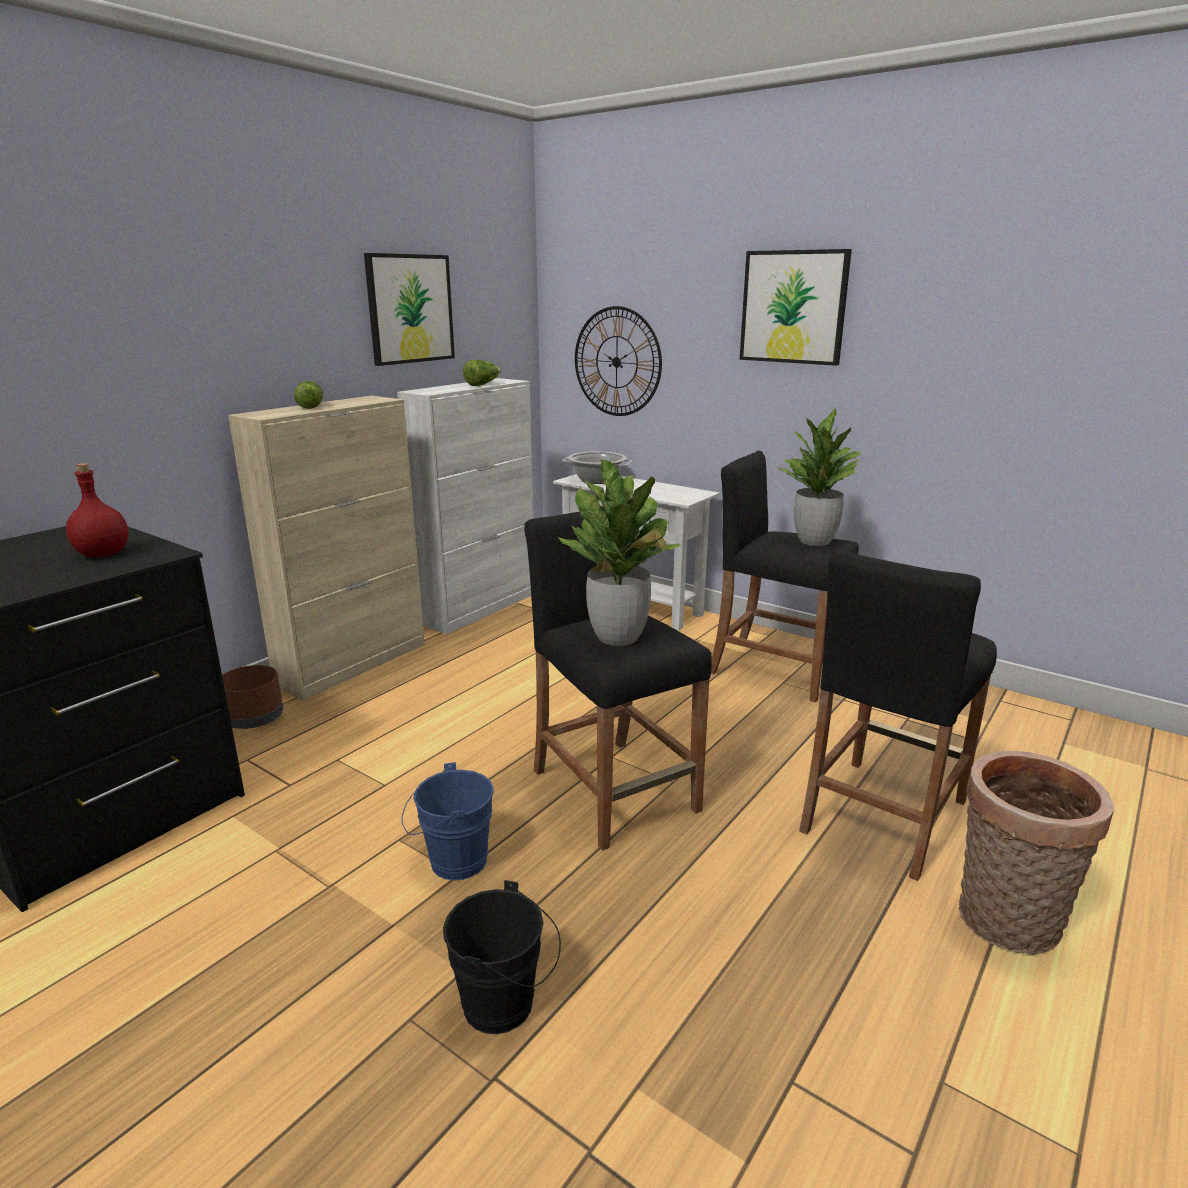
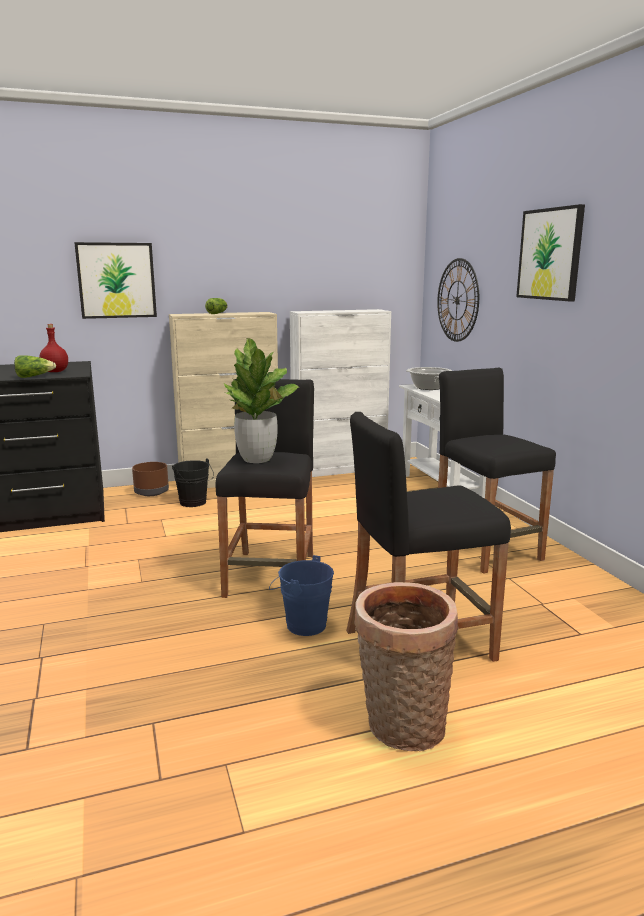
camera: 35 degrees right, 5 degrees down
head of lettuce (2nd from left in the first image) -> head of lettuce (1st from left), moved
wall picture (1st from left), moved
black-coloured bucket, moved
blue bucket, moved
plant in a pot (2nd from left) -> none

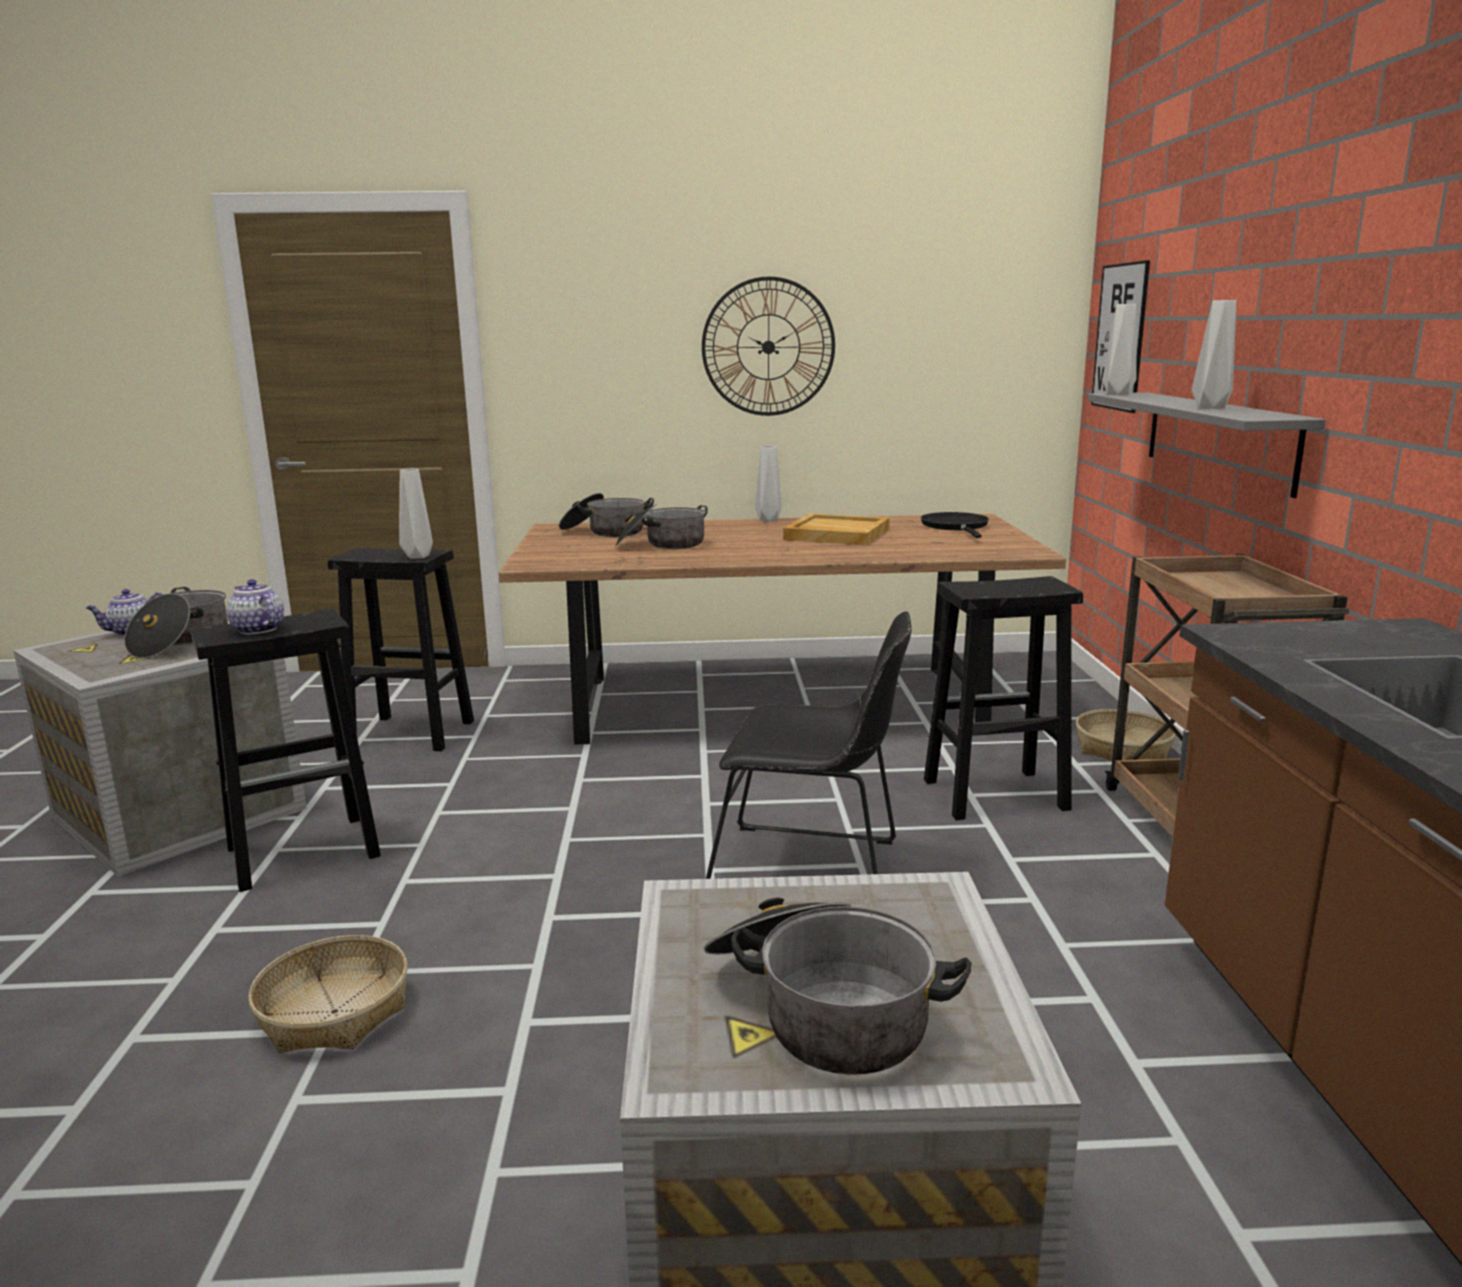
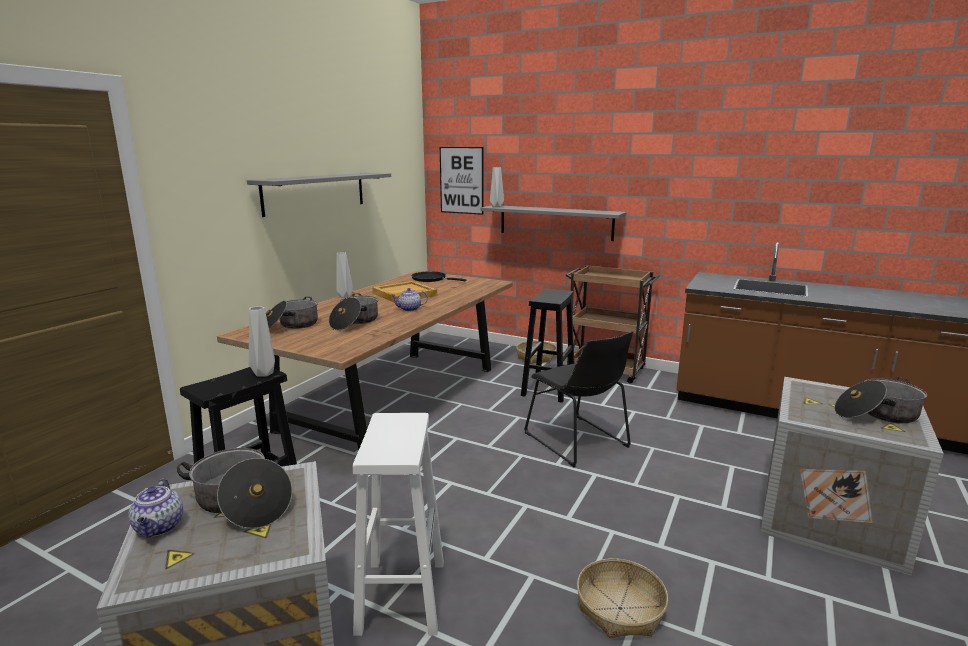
camera: 60 degrees left, 0 degrees up
hanging clock -> greyish wall shelf (1st from left)
black-coloured stool seat (1st from left) -> whitish stool seat
pot for tea (2nd from left), moved
black-coloured plain chair, 105 degrees clockwise
greyish vase (4th from left) -> none

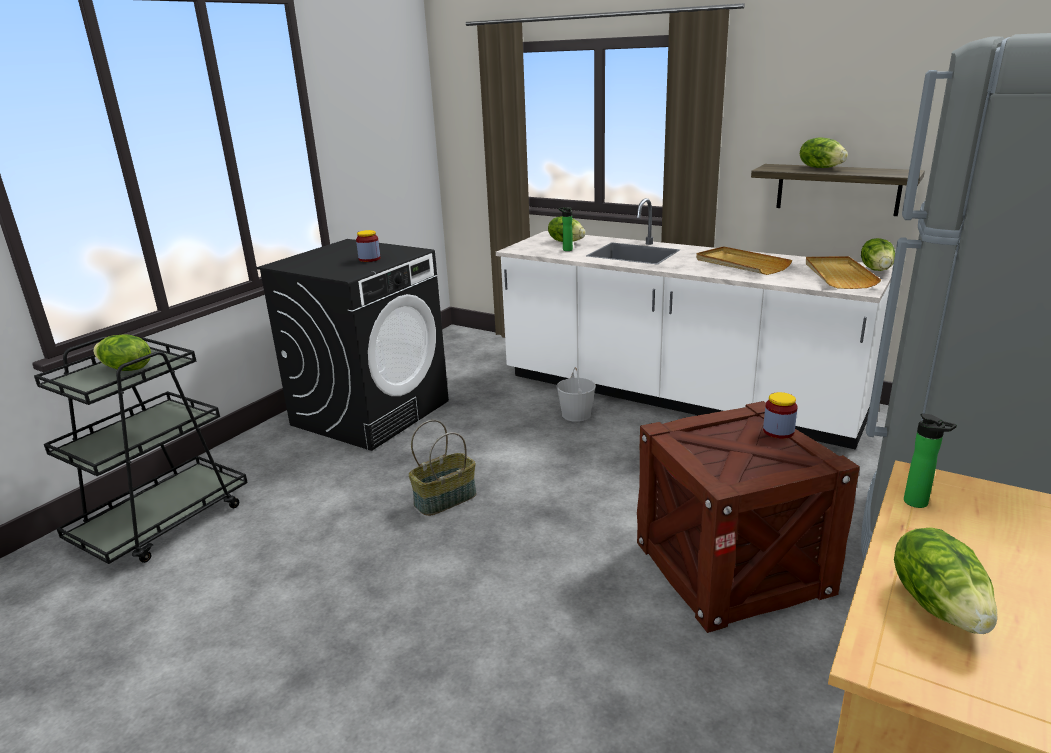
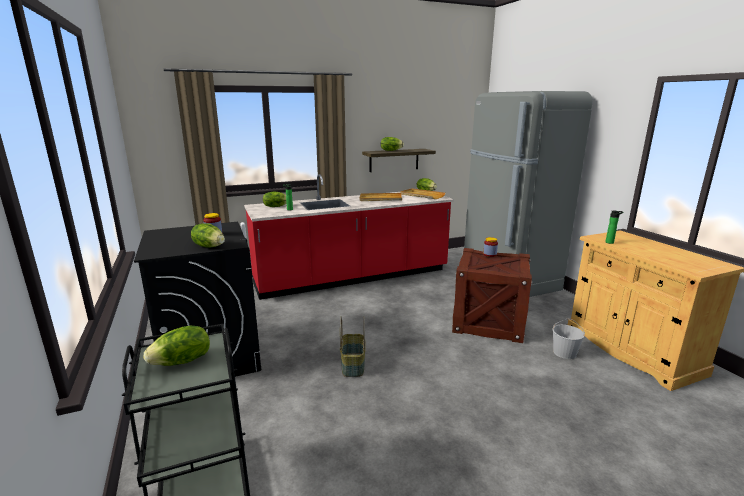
camera: 55 degrees left, 5 degrees down
head of lettuce (5th from left in the first image) -> head of lettuce (2nd from left), moved
whitish kitchen base unit -> red kitchen base unit
whitish bucket, moved

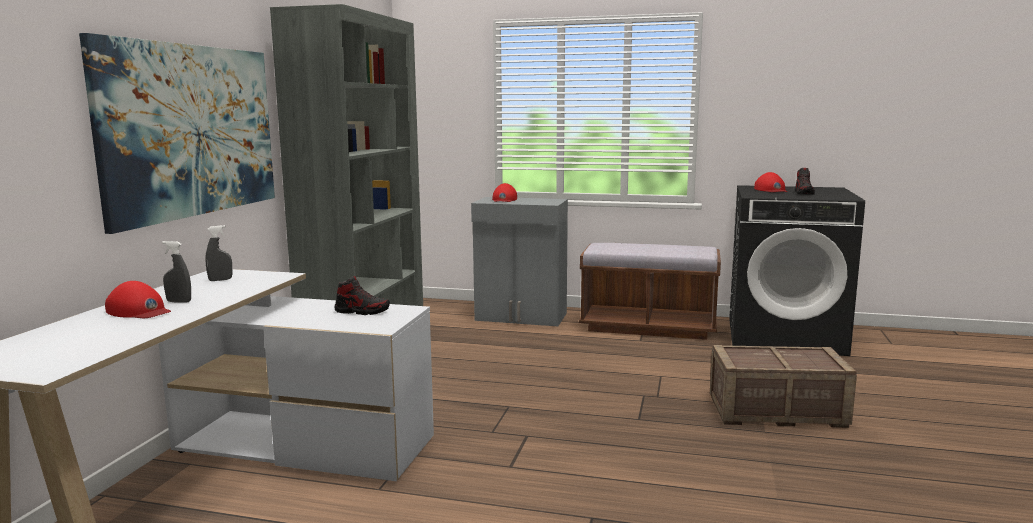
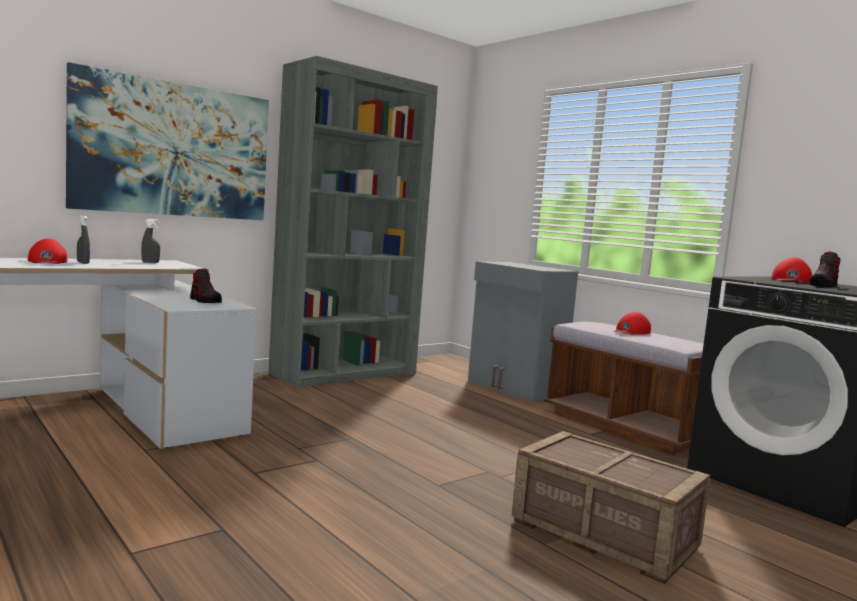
camera: 35 degrees right, 5 degrees down
red baseball cap (2nd from left), moved

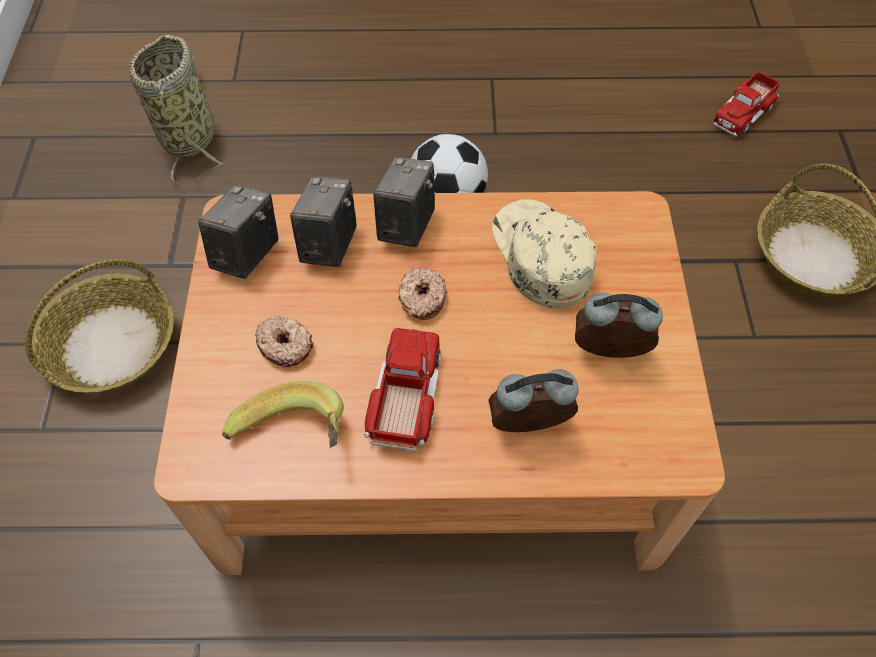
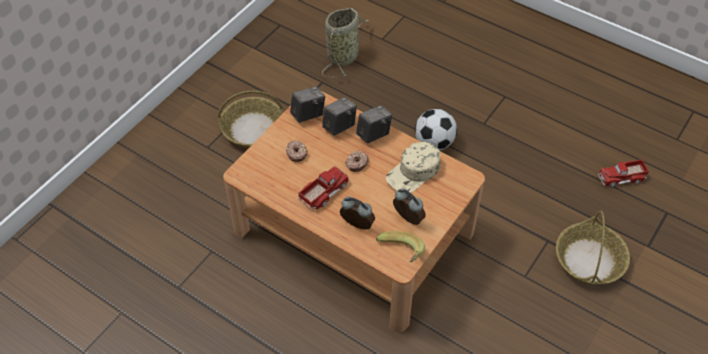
camera: 35 degrees right, 5 degrees down
whole banana, moved
beige-coloured baseball cap, 150 degrees counterclockwise

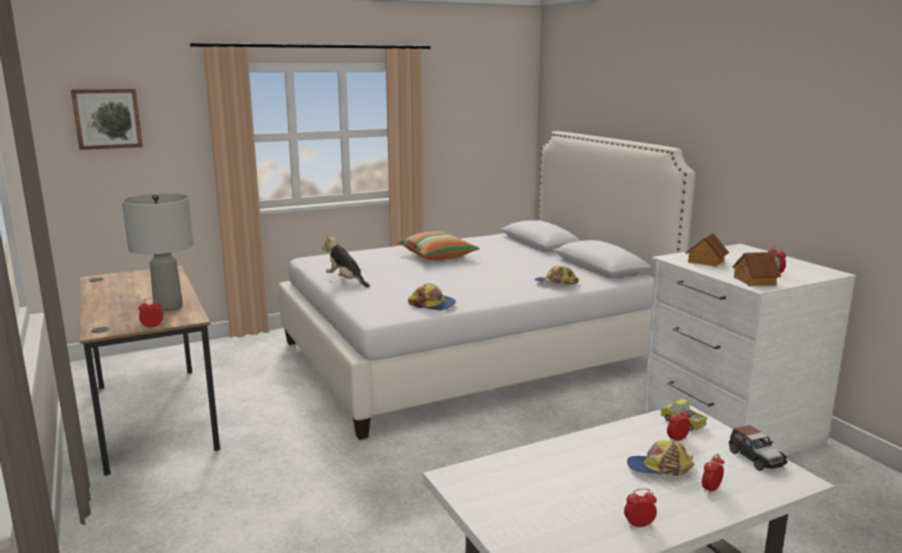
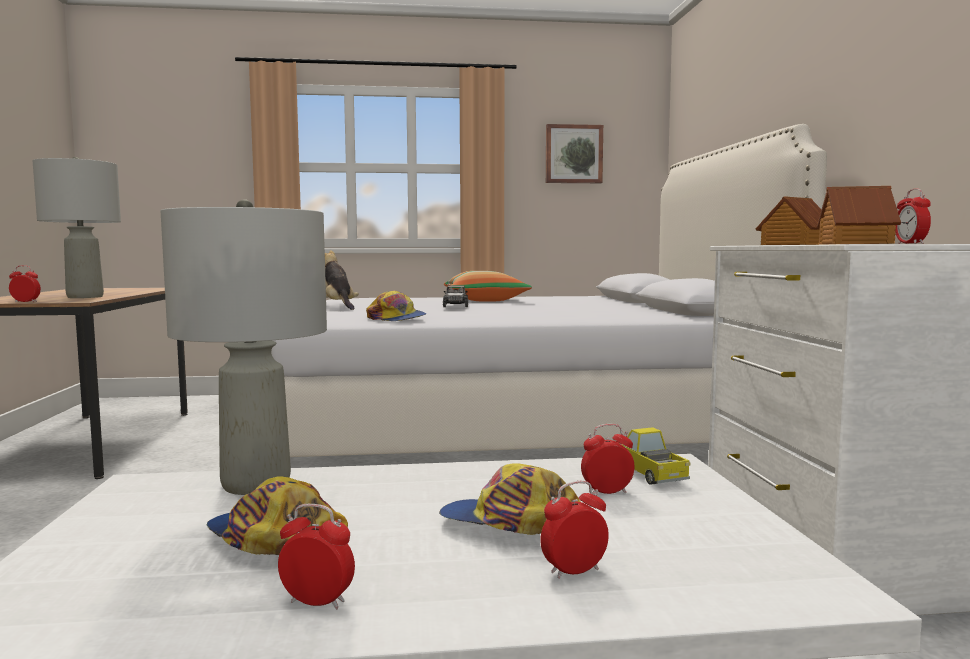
camera: 20 degrees right, 10 degrees down
none -> greyish lamp for a table (2nd from left)
baseball cap (2nd from left in the first image) -> baseball cap (1st from left), moved
toy car, moved
wall picture, moved

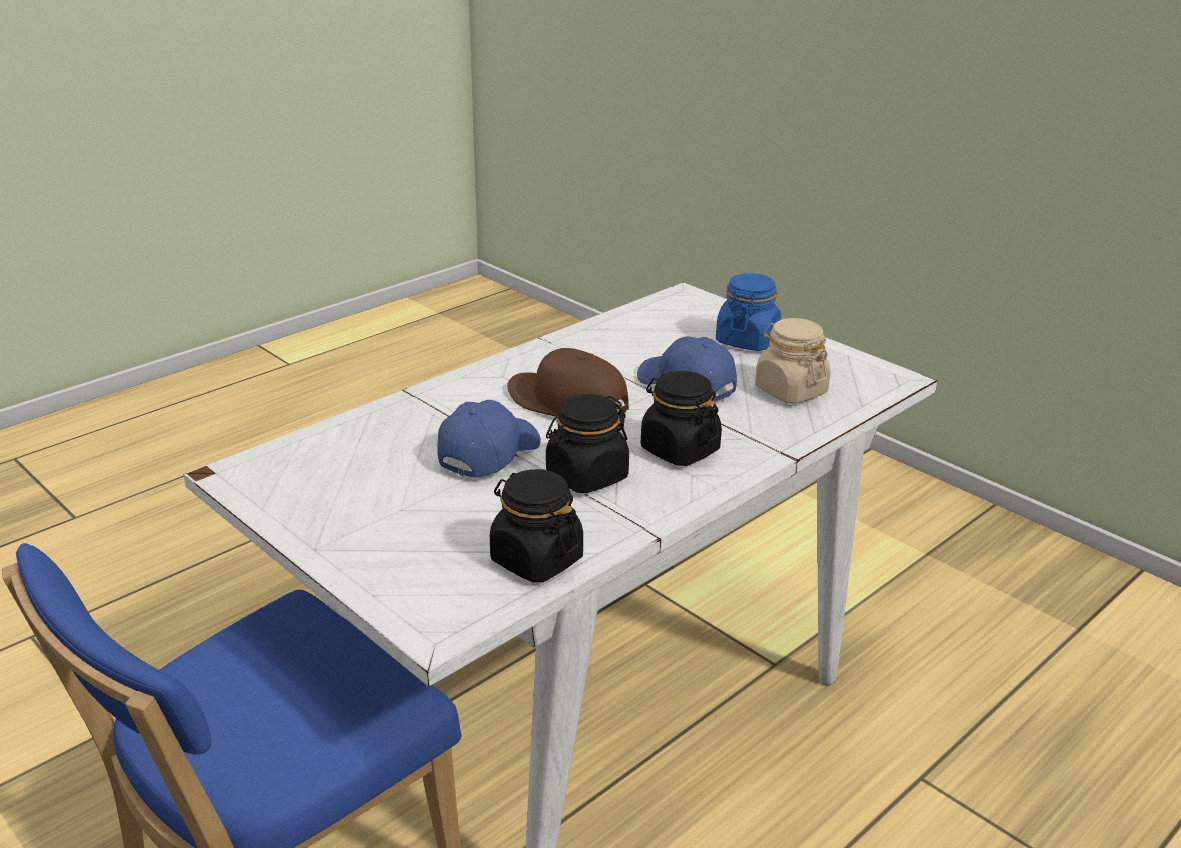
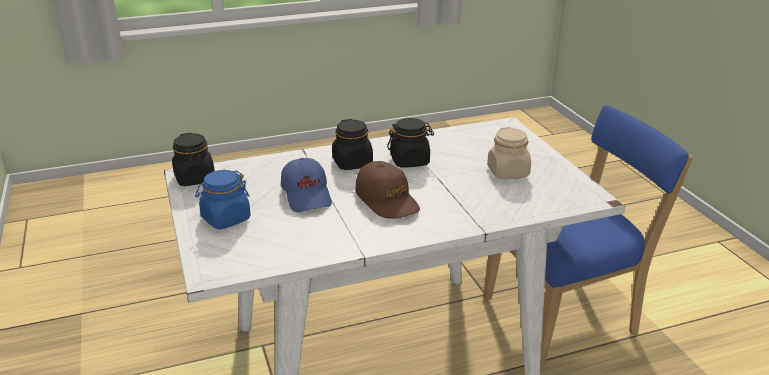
camera: 155 degrees left, 0 degrees up
black-coloured preserve jar (1st from left), moved
beige-coloured preserve jar, moved
blue baseball cap (1st from left) -> none

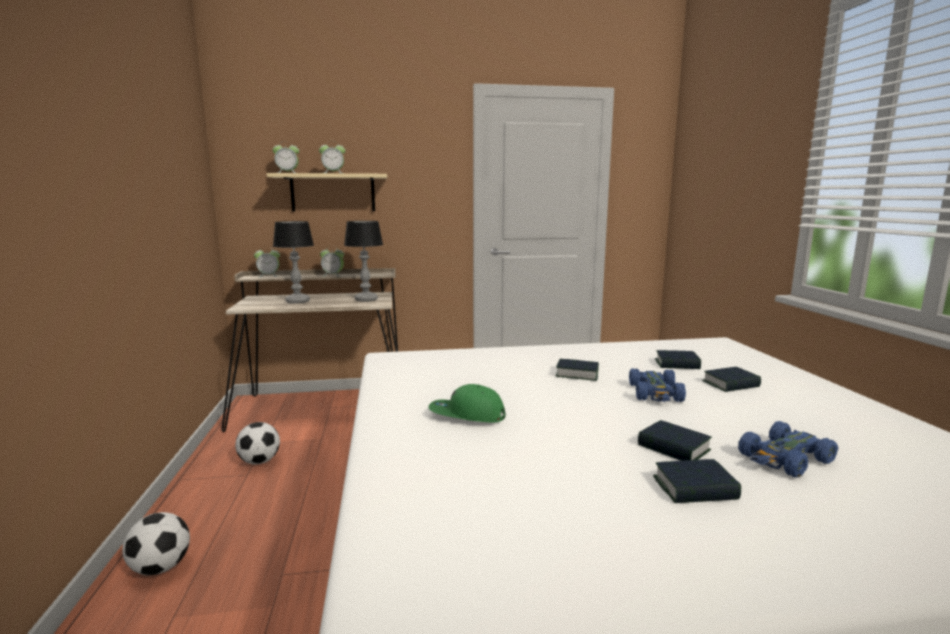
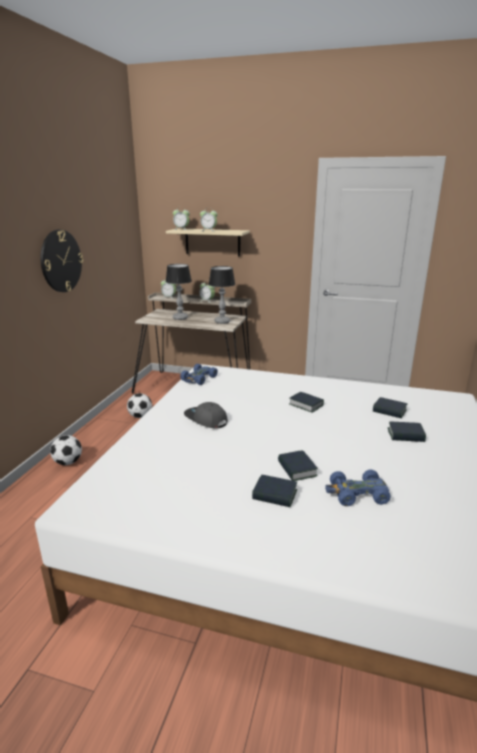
camera: 25 degrees right, 10 degrees up
none -> hanging clock
blue toy car (1st from left), moved
greenish baseball cap -> greyish baseball cap

